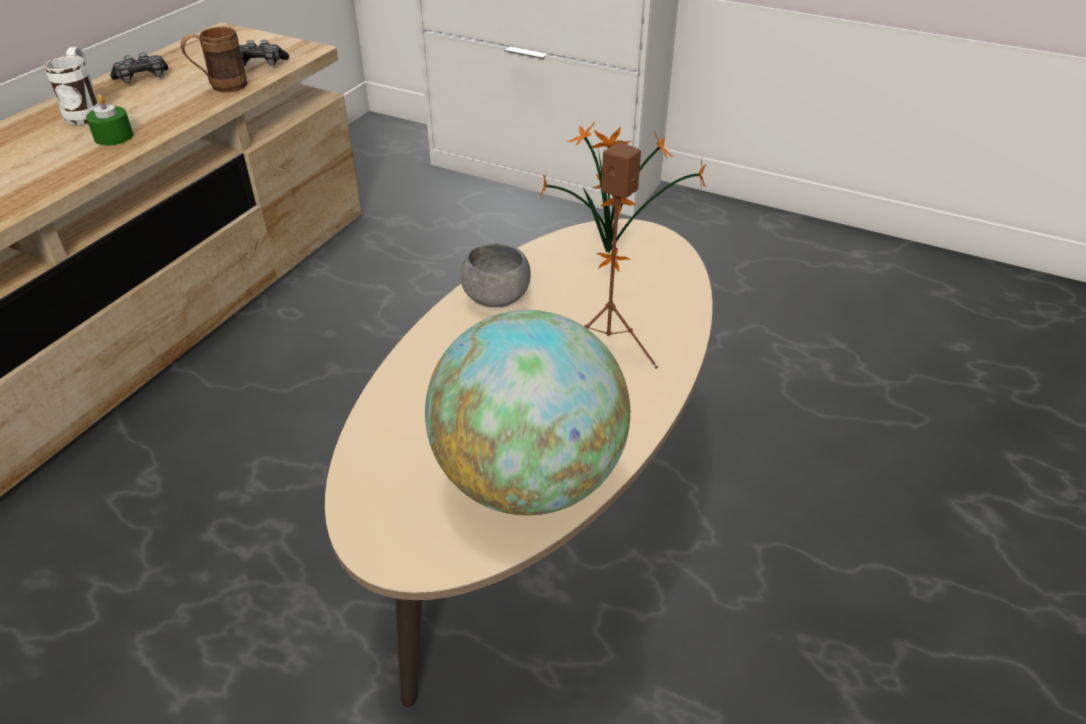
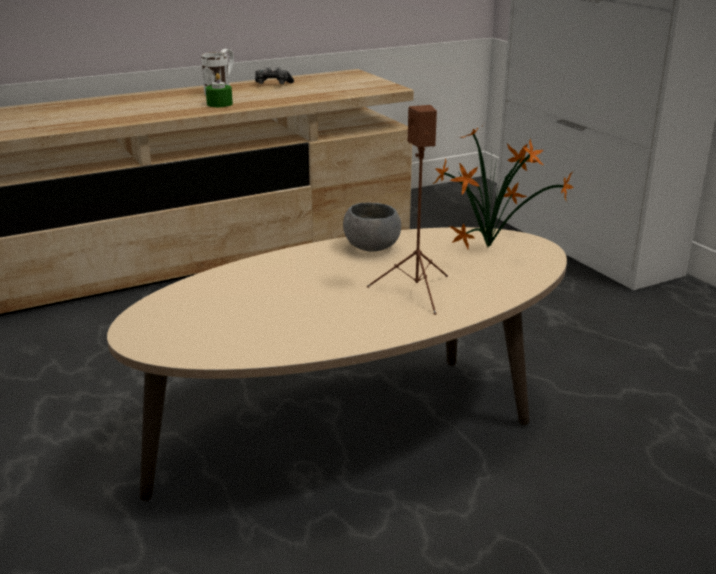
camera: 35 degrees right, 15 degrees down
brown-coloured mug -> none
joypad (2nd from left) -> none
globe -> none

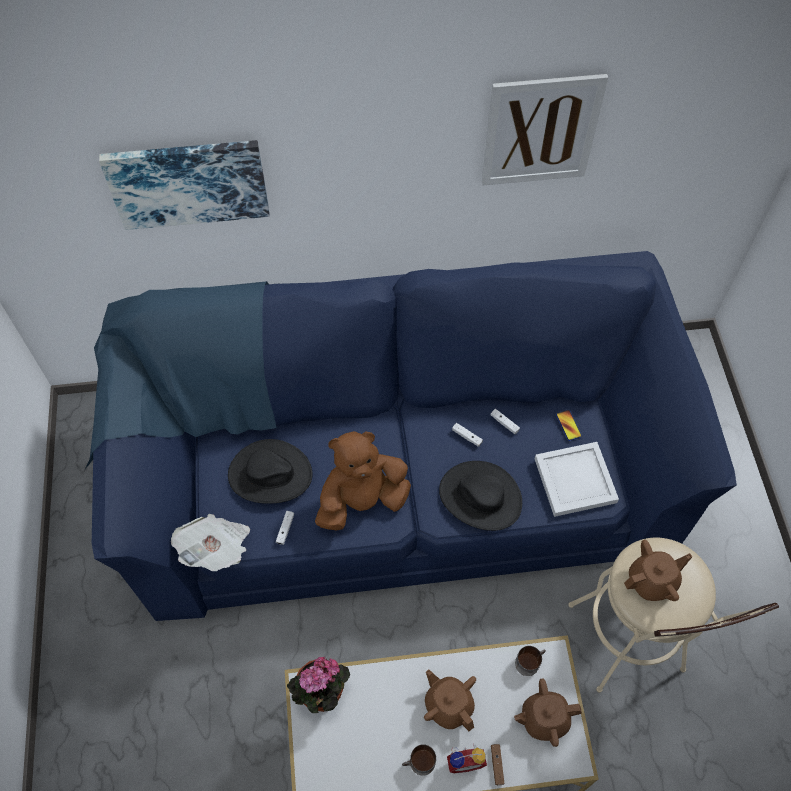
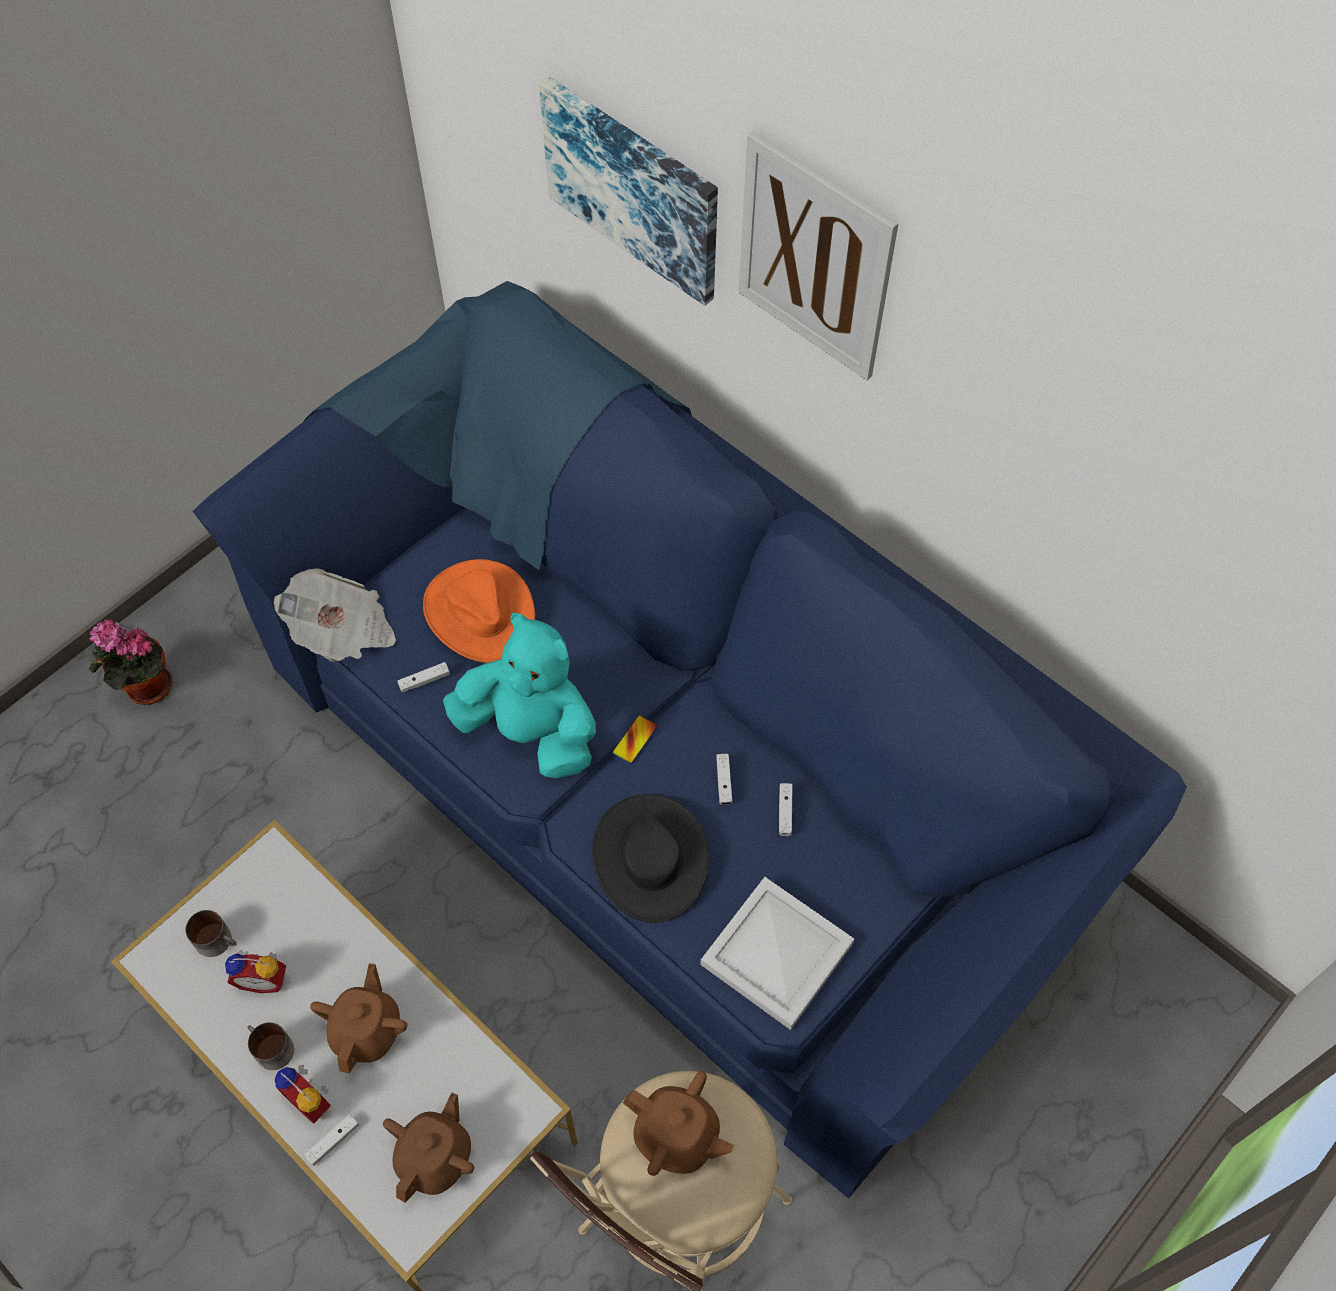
camera: 50 degrees right, 0 degrees up
plant in a pot, moved
mug (2nd from left in the first image) -> mug (1st from left), moved
none -> table clock (1st from left)
brown-coloured joypad -> whitish joypad (1st from left)
brown-coloured pot for tea (2nd from left), 75 degrees clockwise
black-coloured clothing hat (1st from left) -> orange-coloured clothing hat
brown-coloured soft toy -> turquoise-coloured soft toy
handset, moved
wall picture (2nd from left), moved

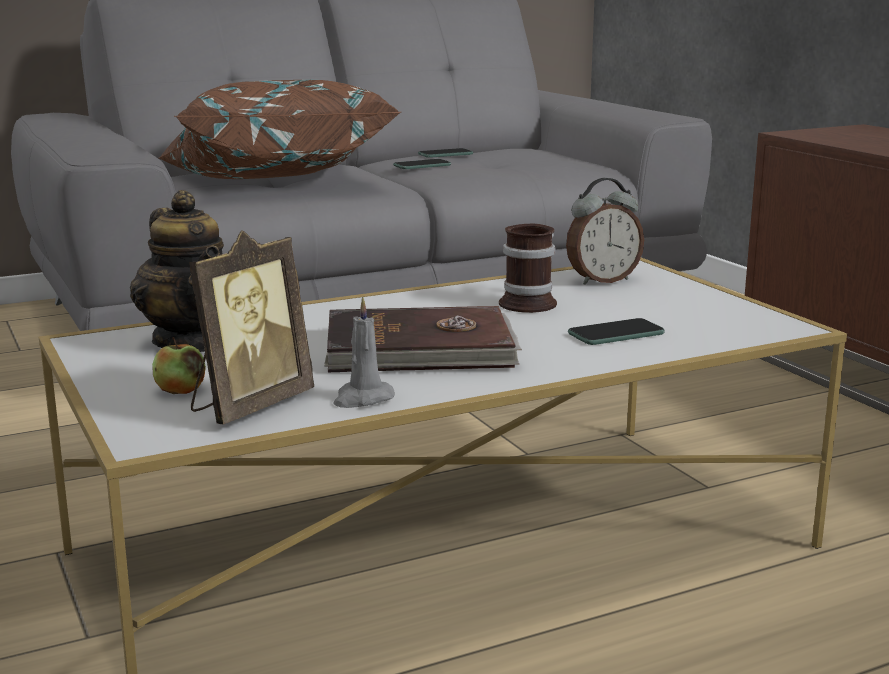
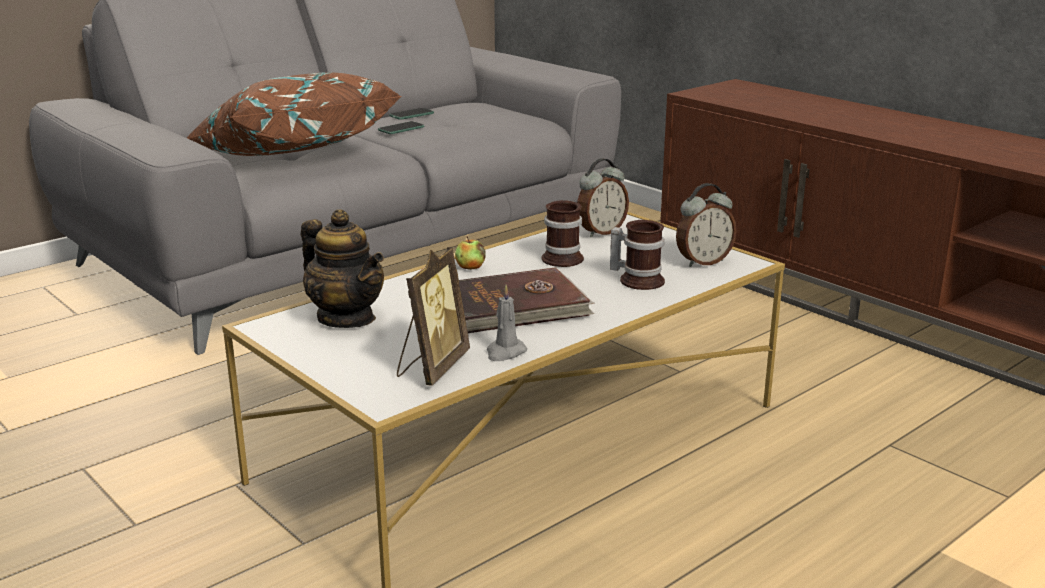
camera: 15 degrees left, 5 degrees up
whole apple, moved
handset (3rd from left) -> mug (2nd from left)
none -> table clock (2nd from left)

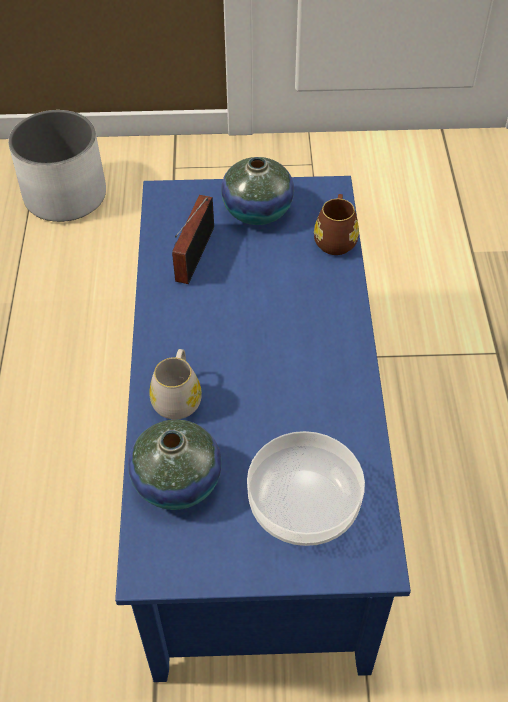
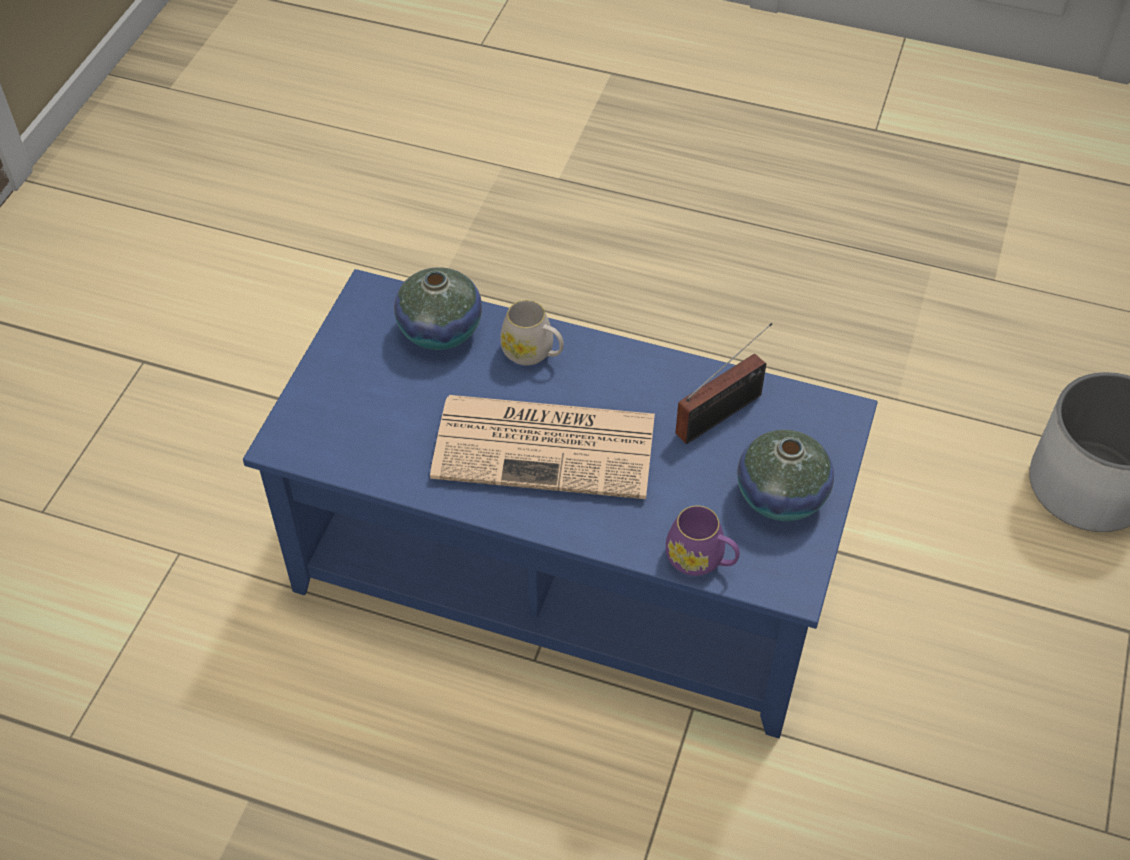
camera: 110 degrees right, 0 degrees up
none -> printed paper
brown-coloured mug -> purple mug
radio receiver, 105 degrees clockwise
serving bowl -> none

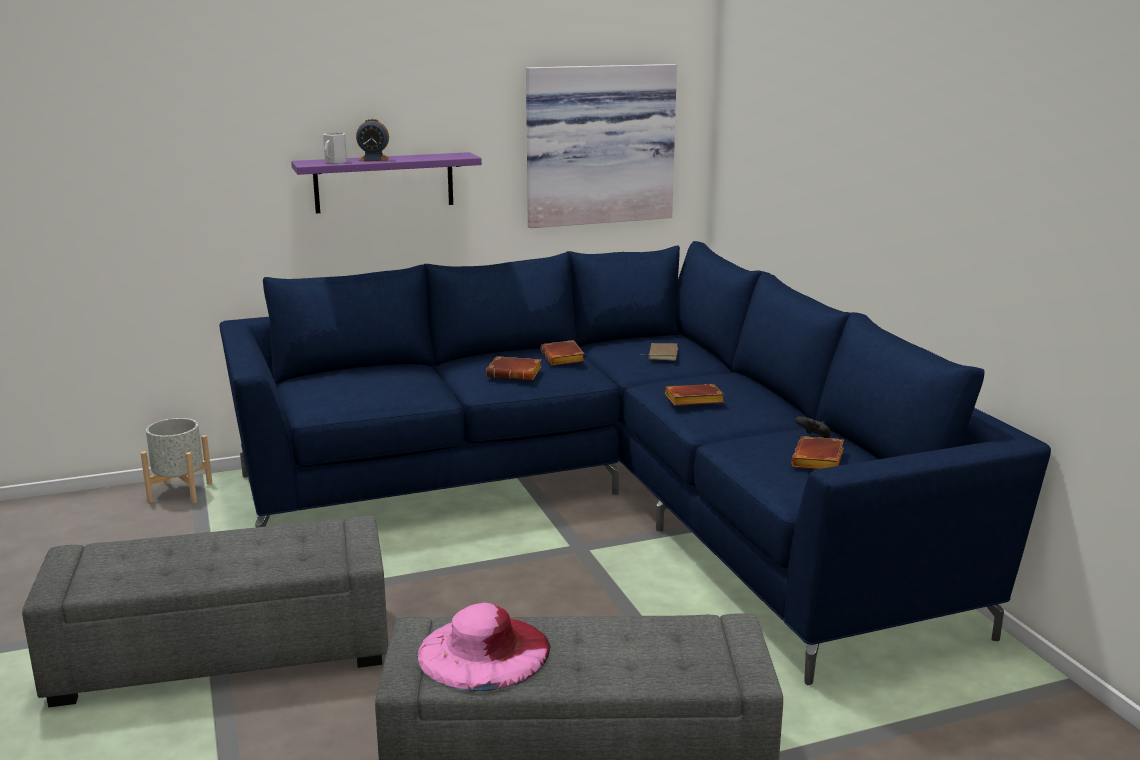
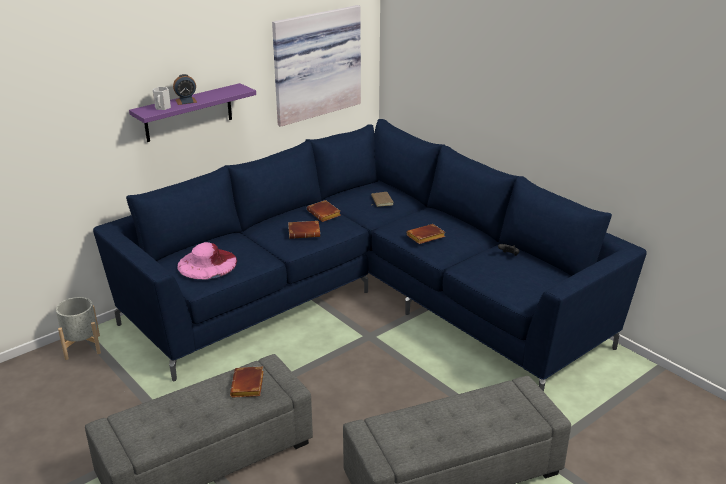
camera: 20 degrees left, 10 degrees up
pinkish clothing hat, moved
brown-coloured bound book (5th from left in the first image) -> brown-coloured bound book (1st from left), moved

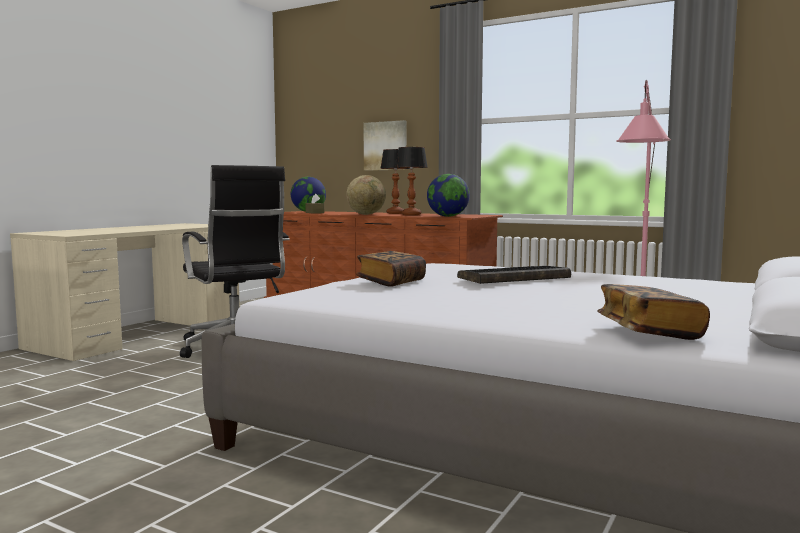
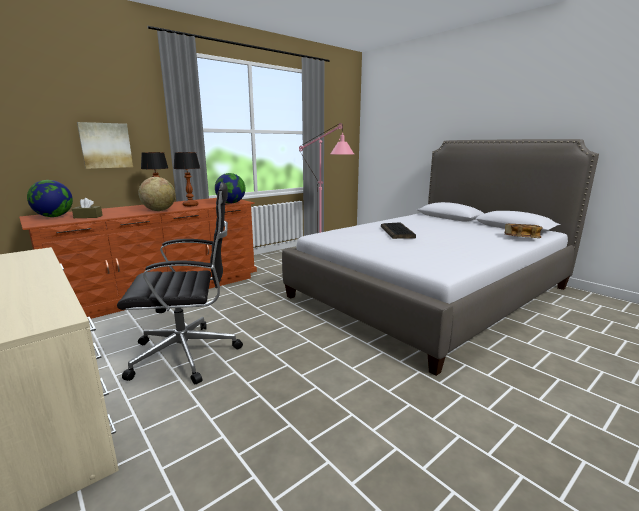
camera: 70 degrees left, 10 degrees up
bound book (1st from left) -> none

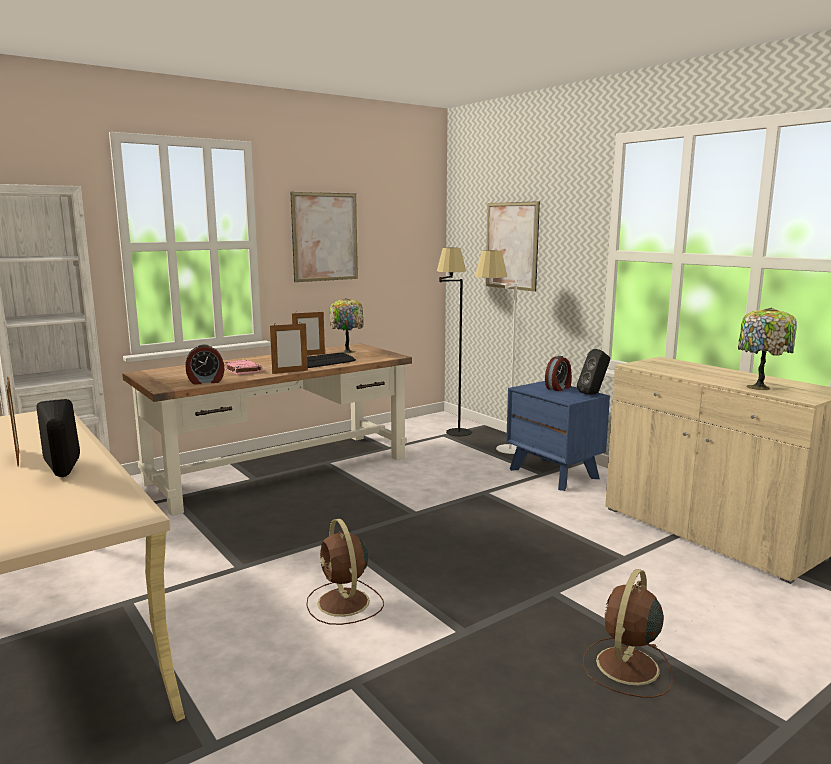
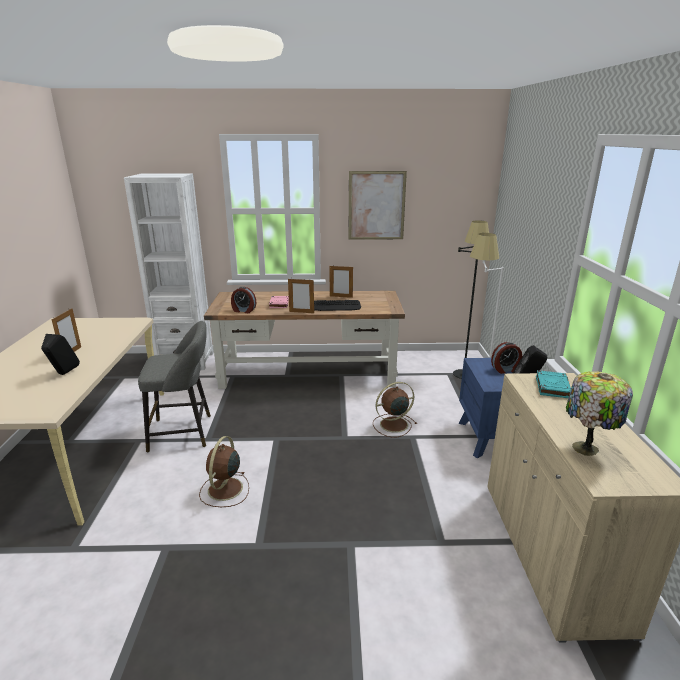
camera: 35 degrees right, 10 degrees up
none -> greyish stool seat
brown-coloured electric fan (2nd from left), moved
none -> turquoise-coloured bound book
lamp for a table (1st from left) -> none
wall picture (2nd from left) -> none

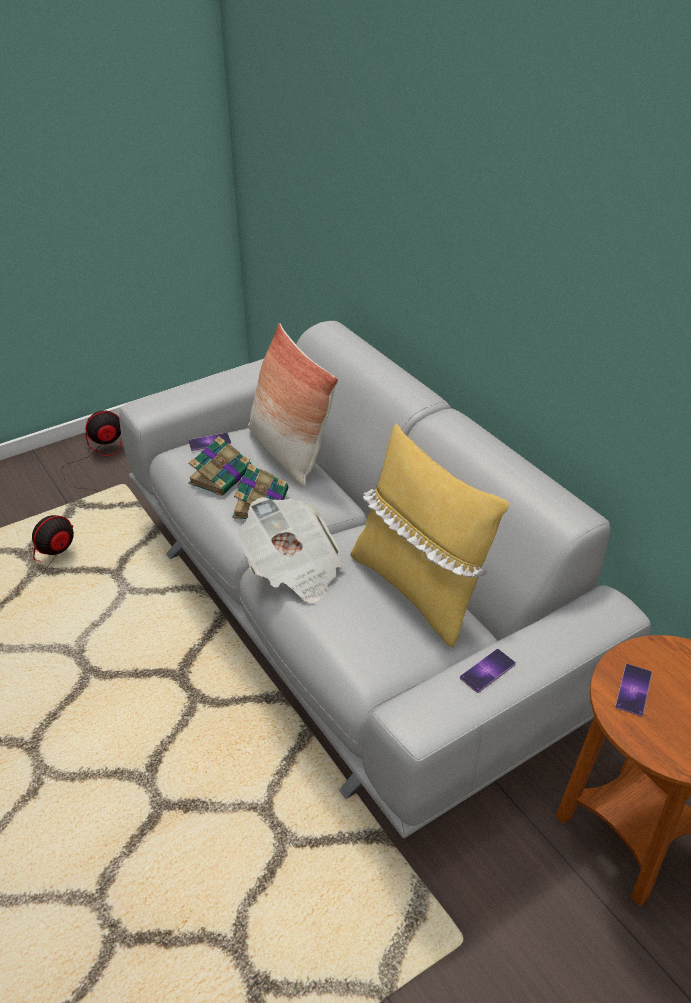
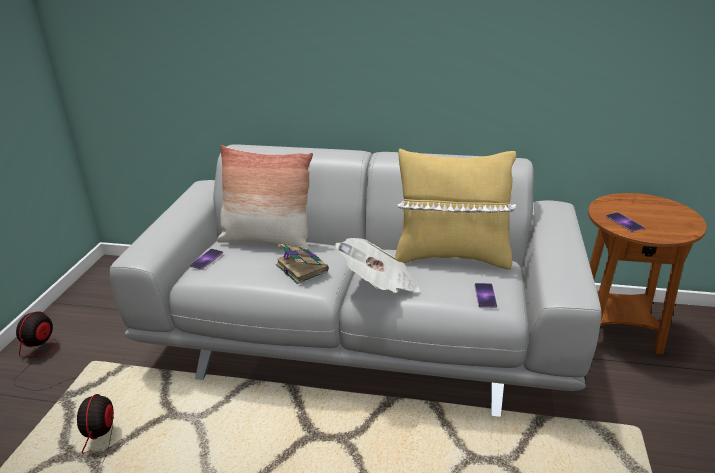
camera: 45 degrees left, 10 degrees down
handset (2nd from left), moved
bound book (1st from left) -> none

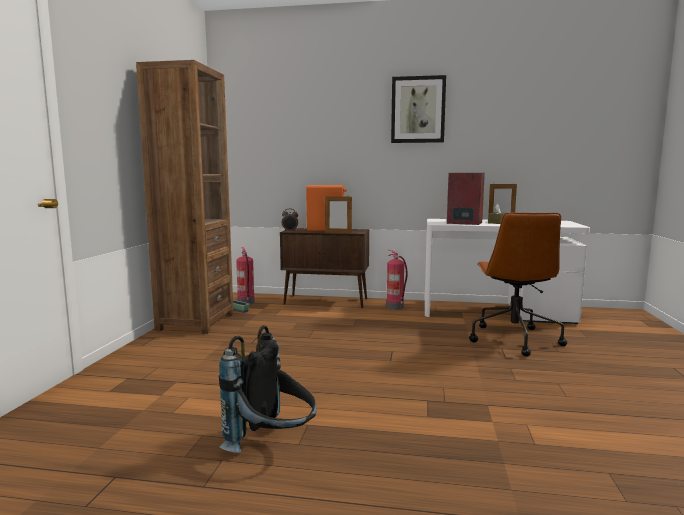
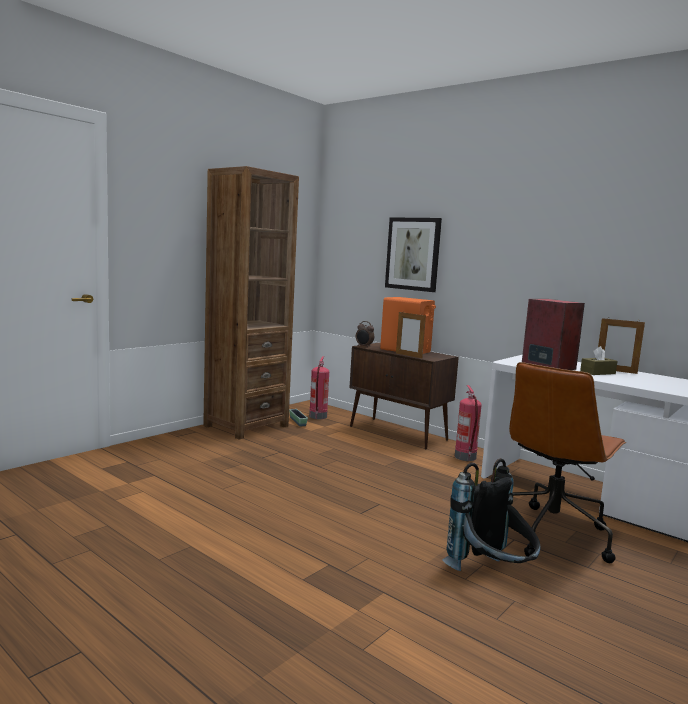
camera: 30 degrees right, 0 degrees up
wall picture, moved
black-coloured knapsack, moved

